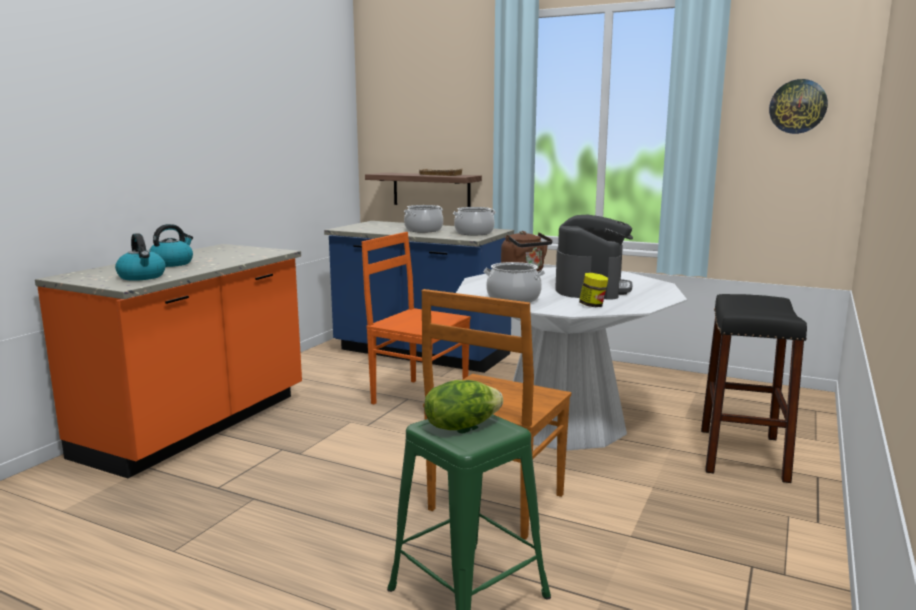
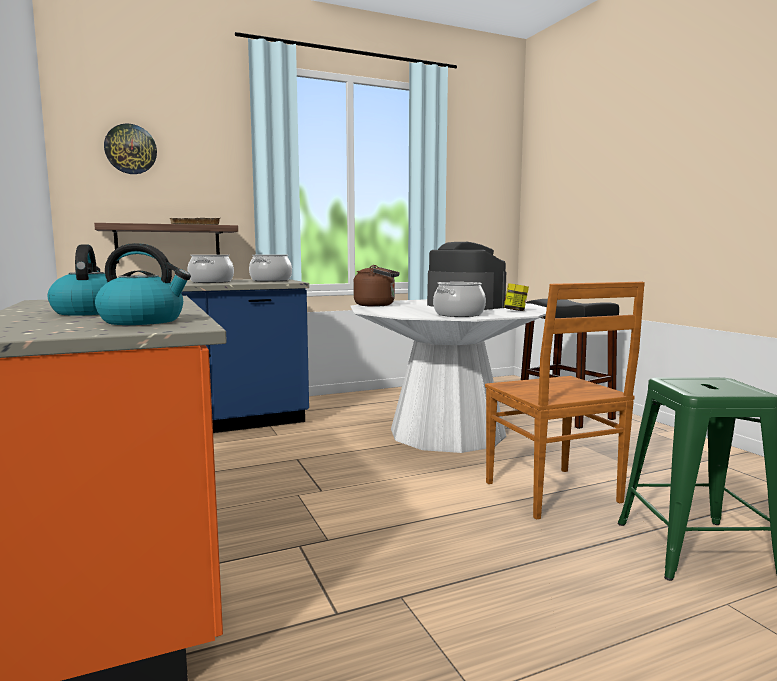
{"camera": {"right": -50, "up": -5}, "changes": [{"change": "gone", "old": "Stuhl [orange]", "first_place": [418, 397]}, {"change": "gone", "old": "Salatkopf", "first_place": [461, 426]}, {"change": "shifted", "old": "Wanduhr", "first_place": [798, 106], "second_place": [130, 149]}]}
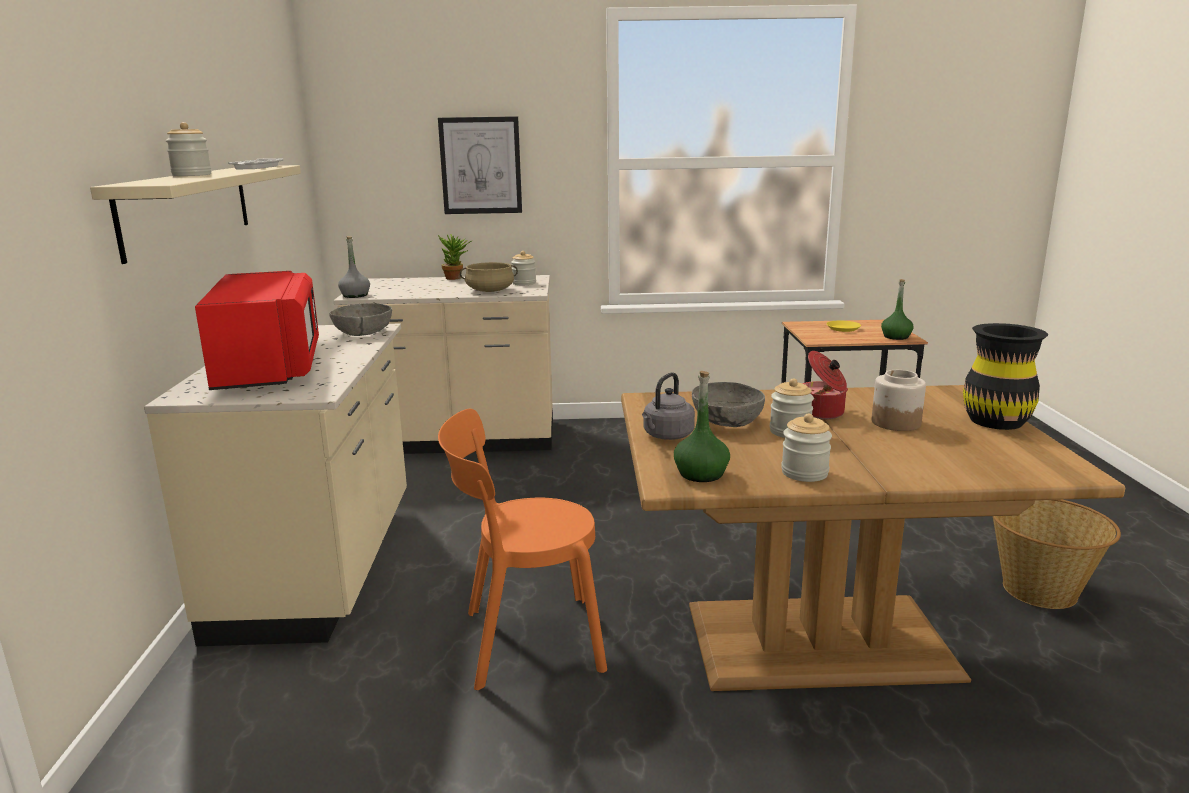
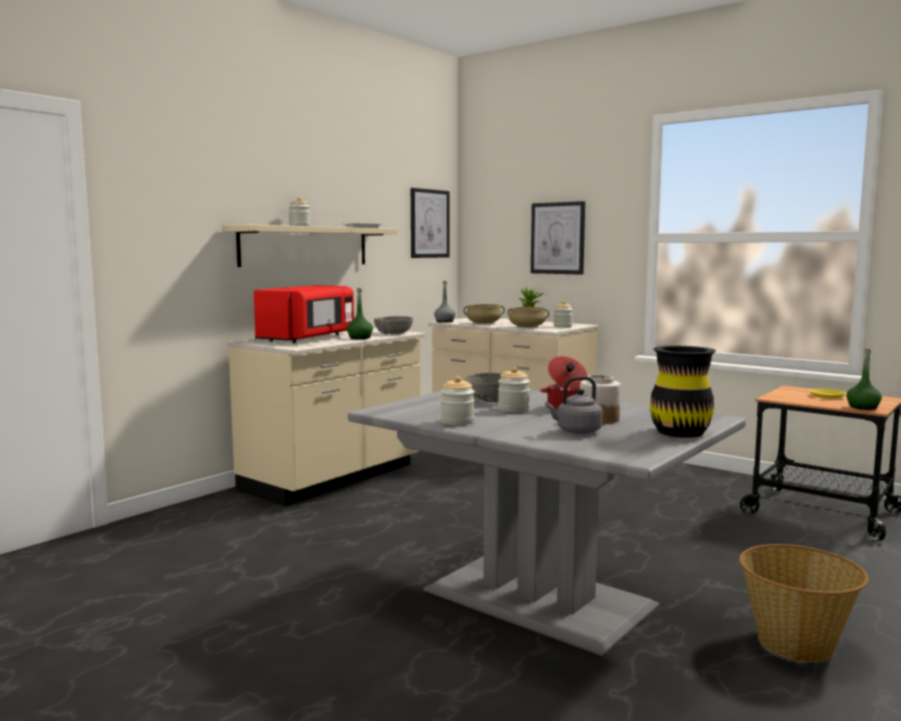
{"camera": {"right": 40, "up": -10}, "changes": [{"change": "gone", "old": "Stuhl [orange]", "first_place": [524, 641]}, {"change": "repainted", "old": "Esstisch [braun]", "new": "Esstisch [grau]", "first_place": [817, 639], "second_place": [539, 597]}, {"change": "shifted", "old": "Wasserkessel [grau]", "first_place": [666, 436], "second_place": [576, 431]}, {"change": "shifted", "old": "Flasche [grün]", "first_place": [701, 474], "second_place": [360, 338]}, {"change": "new", "new": "Bild", "second_place": [429, 223]}, {"change": "new", "new": "Kochtopf [beige]", "second_place": [483, 323]}]}
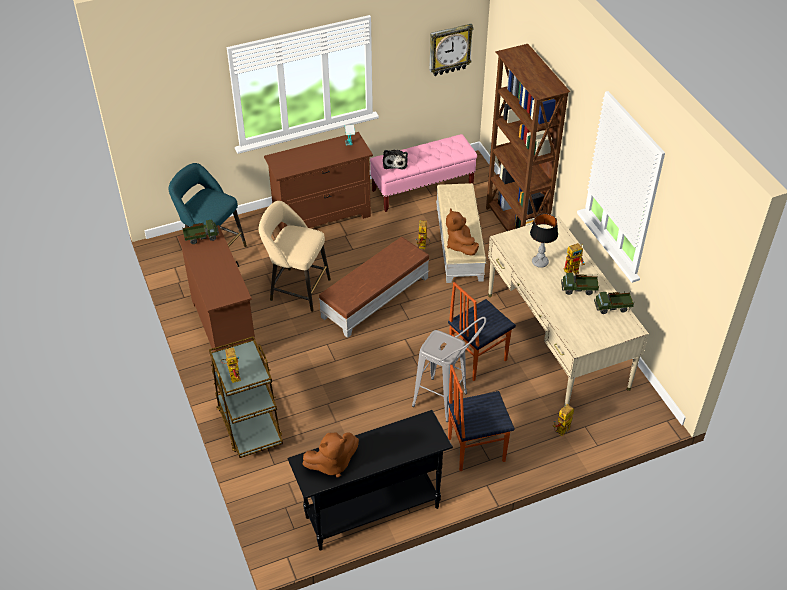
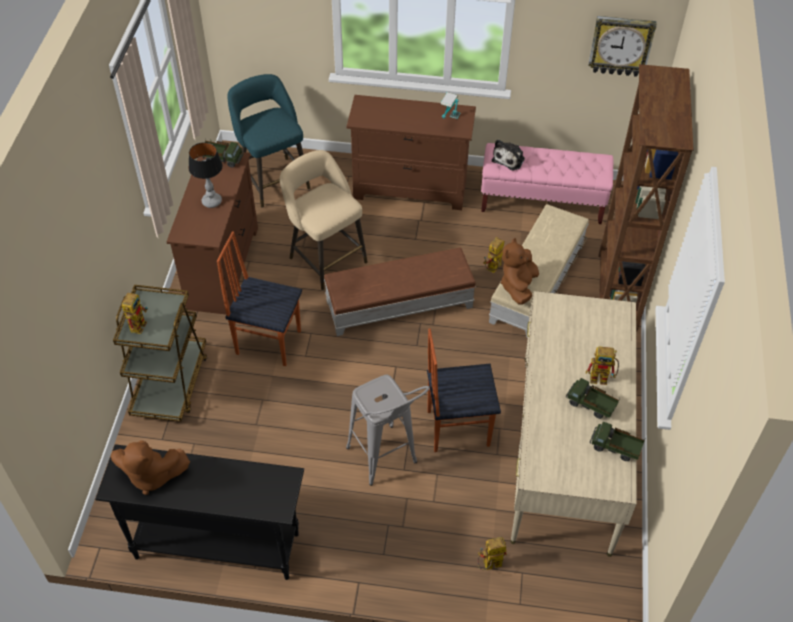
{"camera": {"right": 30, "up": 5}, "changes": [{"change": "shifted", "old": "Stuhl", "first_place": [475, 449], "second_place": [268, 341]}, {"change": "shifted", "old": "Tischlampe", "first_place": [539, 262], "second_place": [211, 201]}]}
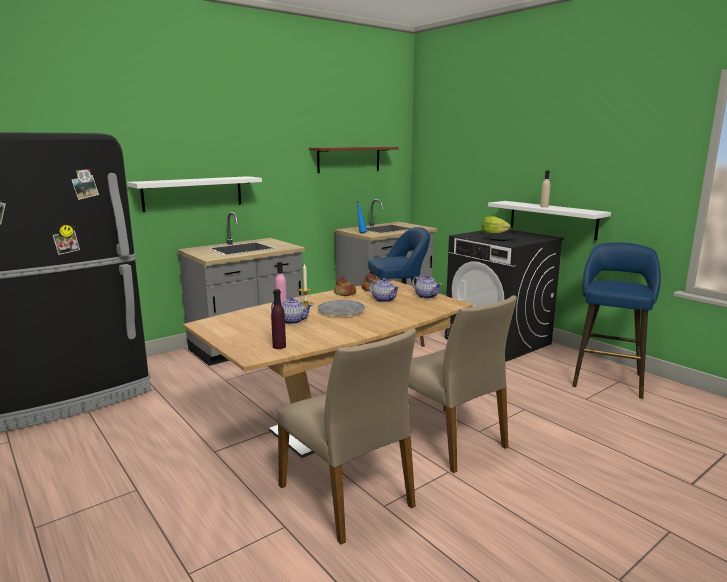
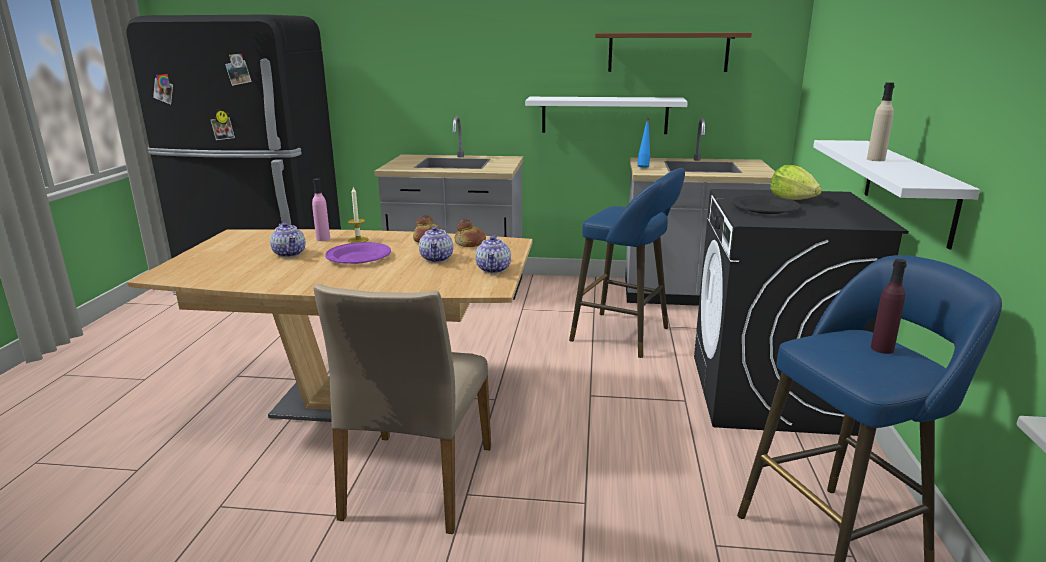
{"camera": {"right": 45, "up": 5}, "changes": [{"change": "shifted", "old": "Wandregal [weiß]", "first_place": [193, 193], "second_place": [604, 115]}, {"change": "shifted", "old": "Flasche [lila]", "first_place": [279, 346], "second_place": [882, 349]}, {"change": "gone", "old": "Stuhl [beige]", "first_place": [348, 496]}, {"change": "repainted", "old": "Teller [grau]", "new": "Teller [lila]", "first_place": [341, 311], "second_place": [359, 257]}]}
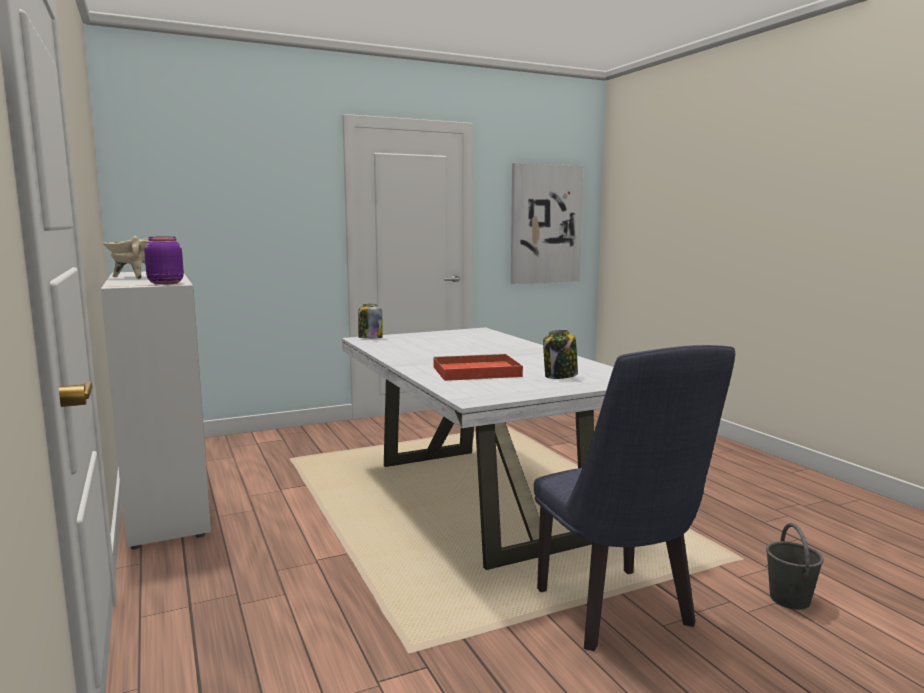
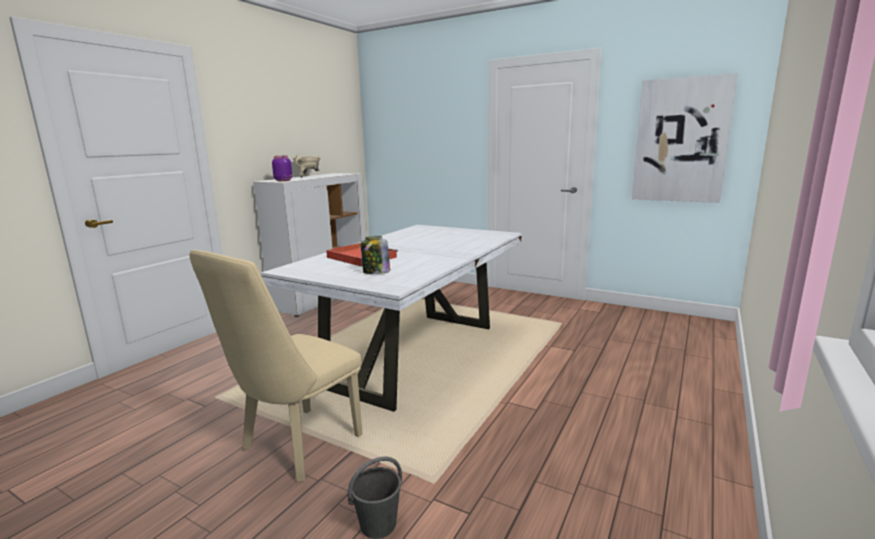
{"camera": {"right": 55, "up": 5}, "changes": [{"change": "gone", "old": "Vorratsglas", "first_place": [370, 338]}, {"change": "repainted", "old": "Stuhl [blau]", "new": "Stuhl [beige]", "first_place": [620, 614], "second_place": [295, 447]}]}
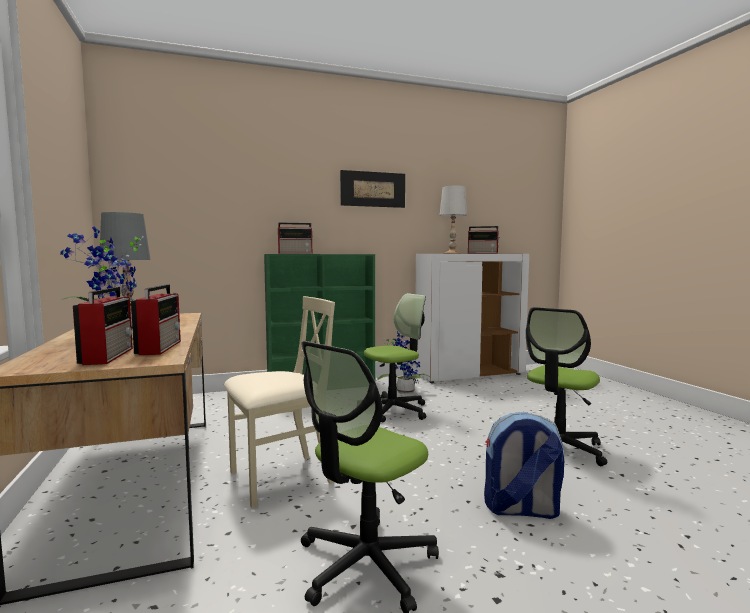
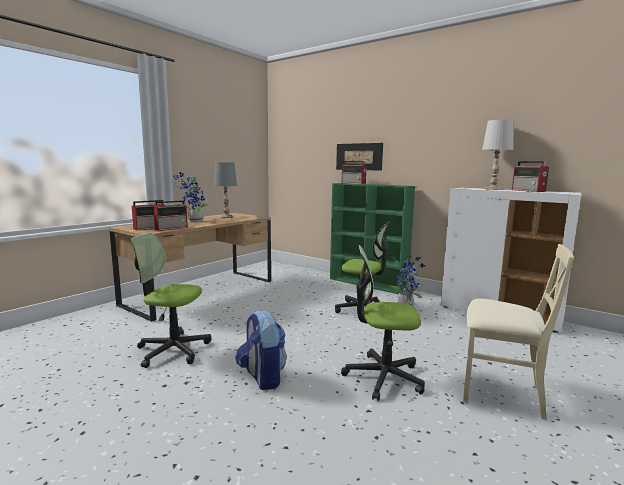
{"camera": {"right": 55, "up": 5}, "changes": [{"change": "shifted", "old": "Stuhl [beige]", "first_place": [280, 479], "second_place": [500, 392]}, {"change": "shifted", "old": "Bild", "first_place": [373, 189], "second_place": [359, 156]}]}
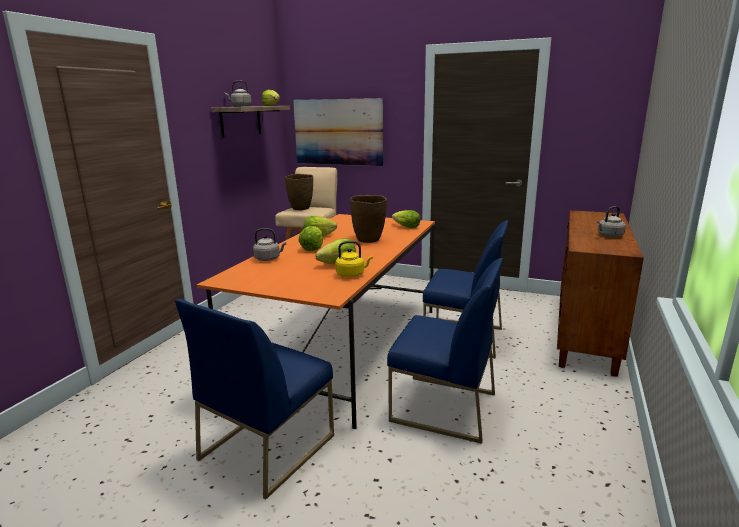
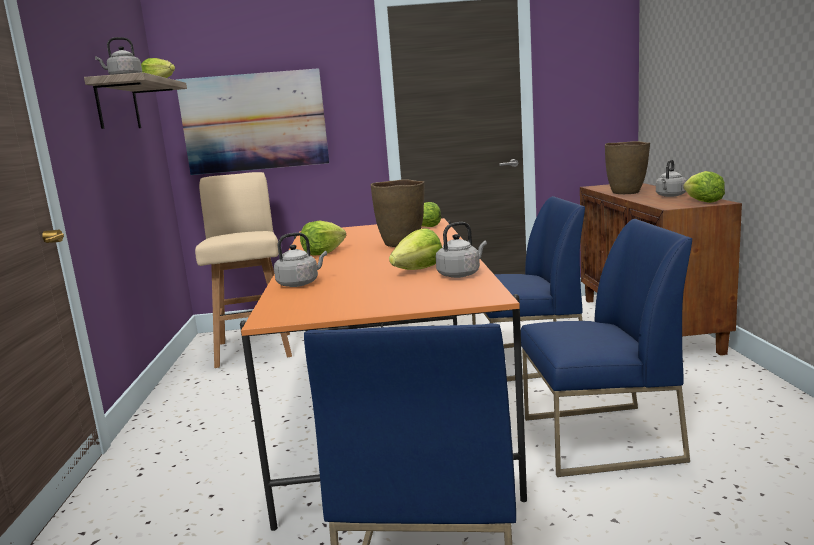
{"camera": {"right": -25, "up": -5}, "changes": [{"change": "shifted", "old": "Vase [braun]", "first_place": [301, 208], "second_place": [626, 192]}, {"change": "shifted", "old": "Salatkopf", "first_place": [313, 248], "second_place": [702, 201]}, {"change": "repainted", "old": "Wasserkessel [gelb]", "new": "Wasserkessel [grau]", "first_place": [352, 274], "second_place": [460, 274]}]}
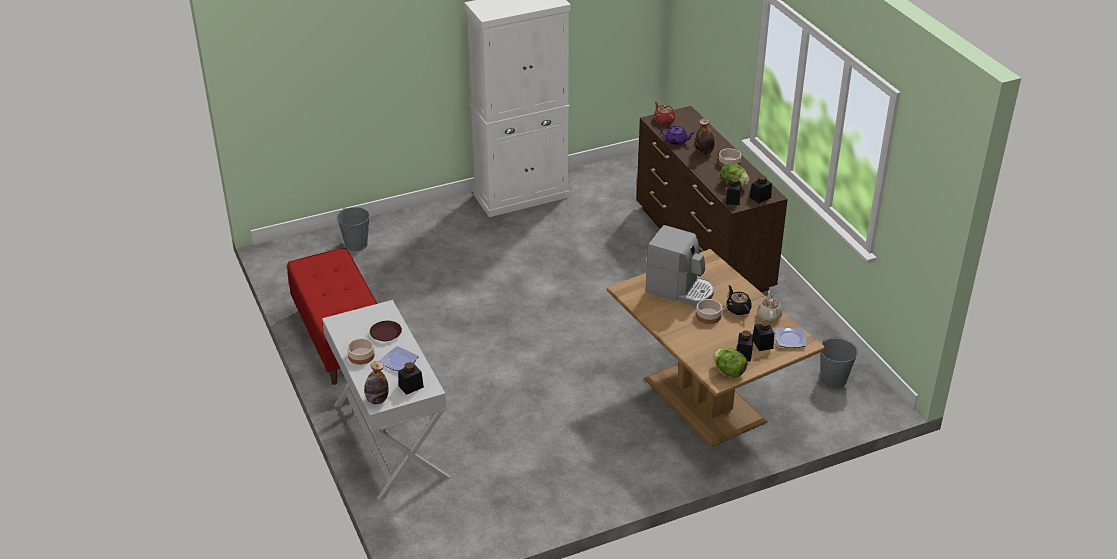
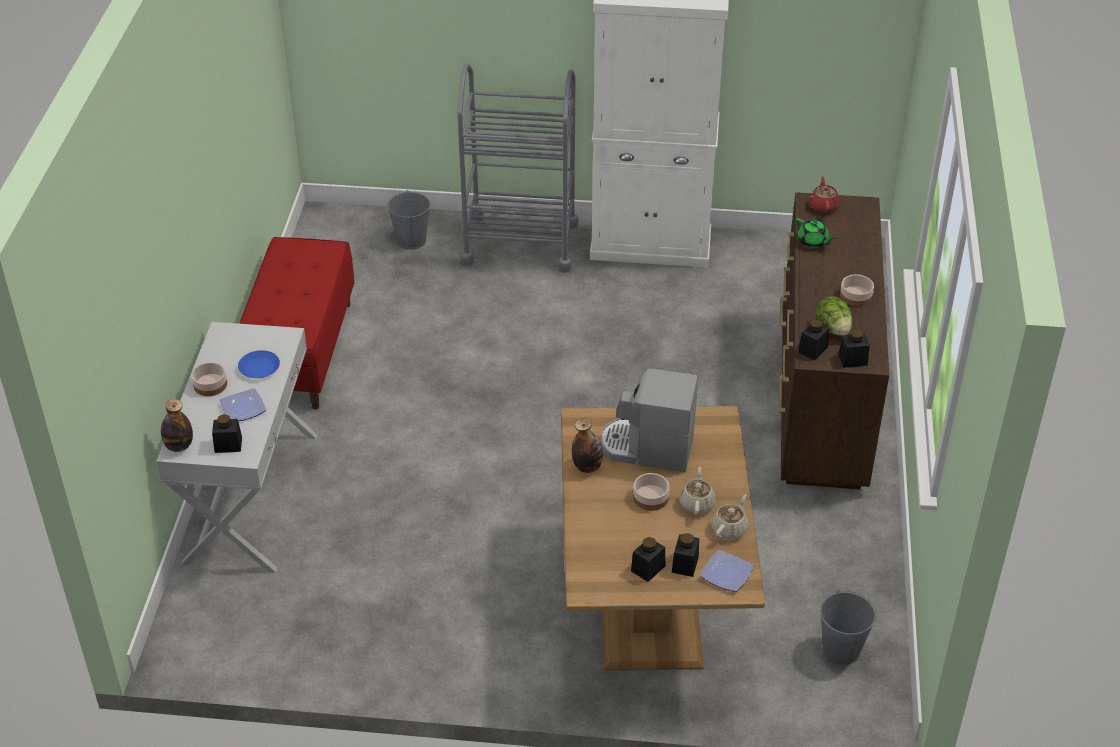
{"camera": {"right": 30, "up": 5}, "changes": [{"change": "repainted", "old": "Teller [braun]", "new": "Teller [blau]", "first_place": [385, 333], "second_place": [259, 368]}, {"change": "rotated", "old": "Kaffeemaschine", "first_place": [680, 290], "second_place": [647, 448], "degrees": 135}, {"change": "repainted", "old": "Teekanne [lila]", "new": "Teekanne [grün]", "first_place": [676, 141], "second_place": [813, 242]}, {"change": "shifted", "old": "Flasche", "first_place": [704, 152], "second_place": [587, 467]}, {"change": "gone", "old": "Salatkopf", "first_place": [729, 371]}, {"change": "repainted", "old": "Teekanne [schwarz]", "new": "Teekanne [beige]", "first_place": [738, 309], "second_place": [697, 503]}, {"change": "new", "new": "Rollwagen [grau]", "second_place": [520, 243]}]}
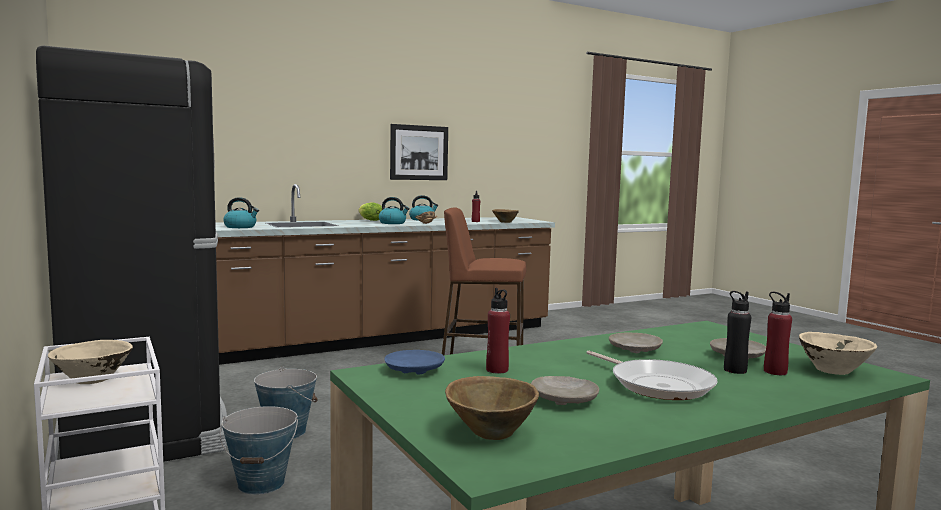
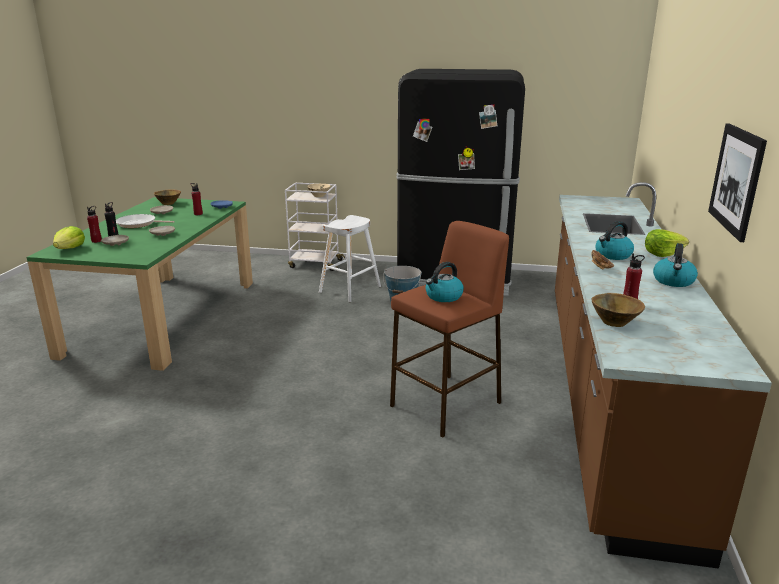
{"camera": {"right": 130, "up": 15}, "changes": [{"change": "swapped", "old": "Eimer", "new": "Hocker [weiß]", "first_place": [261, 483], "second_place": [350, 289]}, {"change": "shifted", "old": "Wasserkessel", "first_place": [241, 227], "second_place": [443, 297]}, {"change": "swapped", "old": "Schüssel [beige]", "new": "Salatkopf", "first_place": [834, 371], "second_place": [70, 248]}]}
